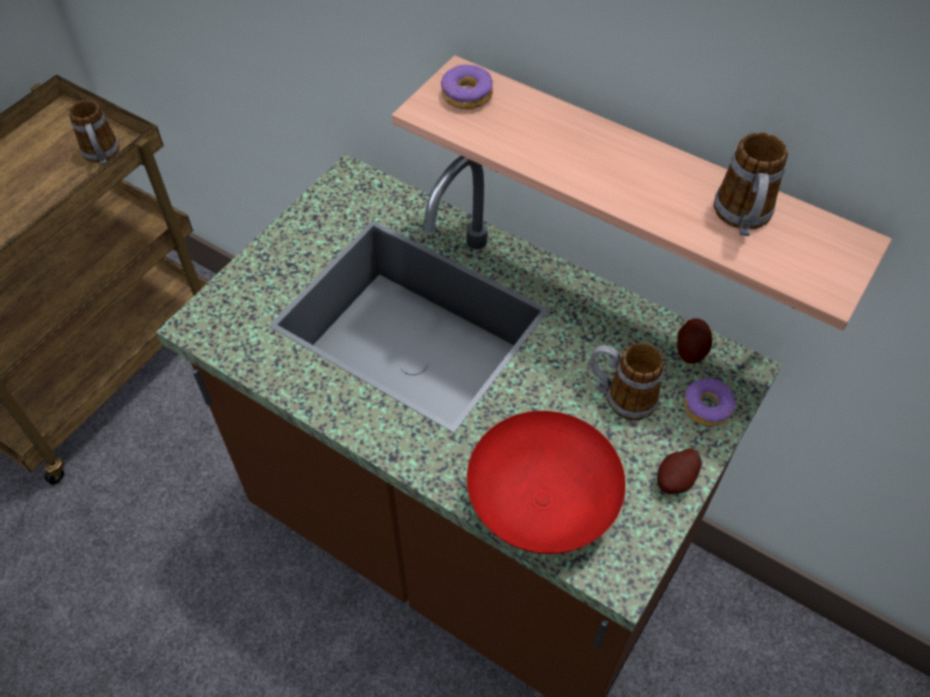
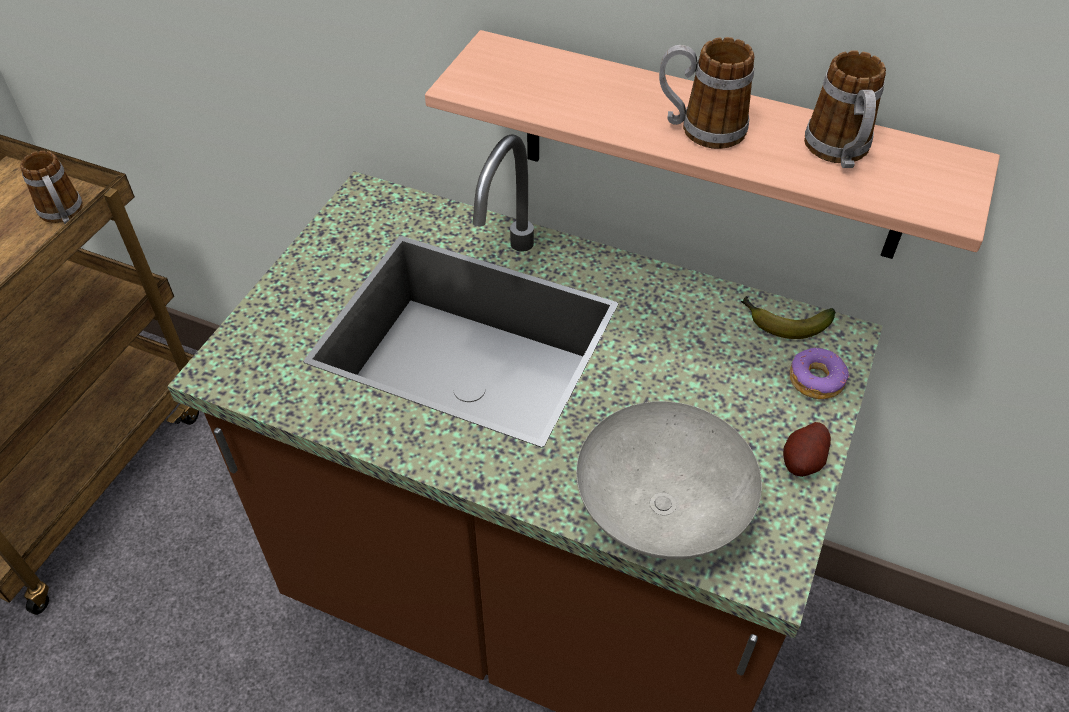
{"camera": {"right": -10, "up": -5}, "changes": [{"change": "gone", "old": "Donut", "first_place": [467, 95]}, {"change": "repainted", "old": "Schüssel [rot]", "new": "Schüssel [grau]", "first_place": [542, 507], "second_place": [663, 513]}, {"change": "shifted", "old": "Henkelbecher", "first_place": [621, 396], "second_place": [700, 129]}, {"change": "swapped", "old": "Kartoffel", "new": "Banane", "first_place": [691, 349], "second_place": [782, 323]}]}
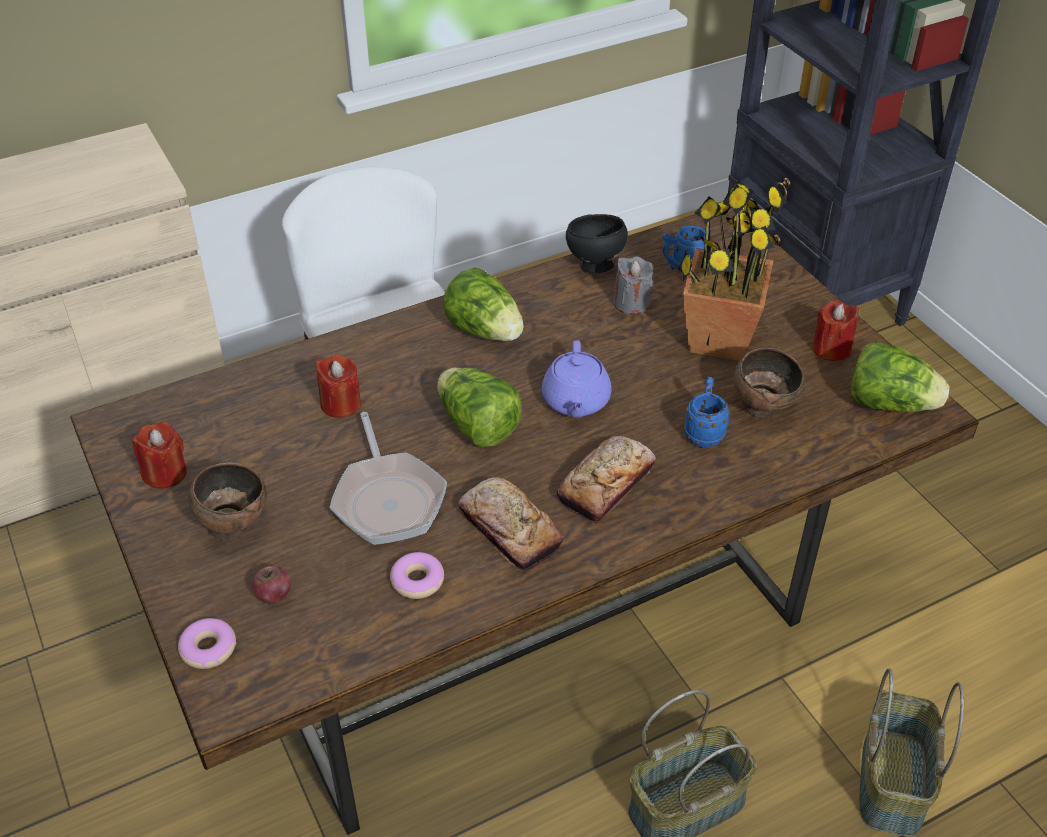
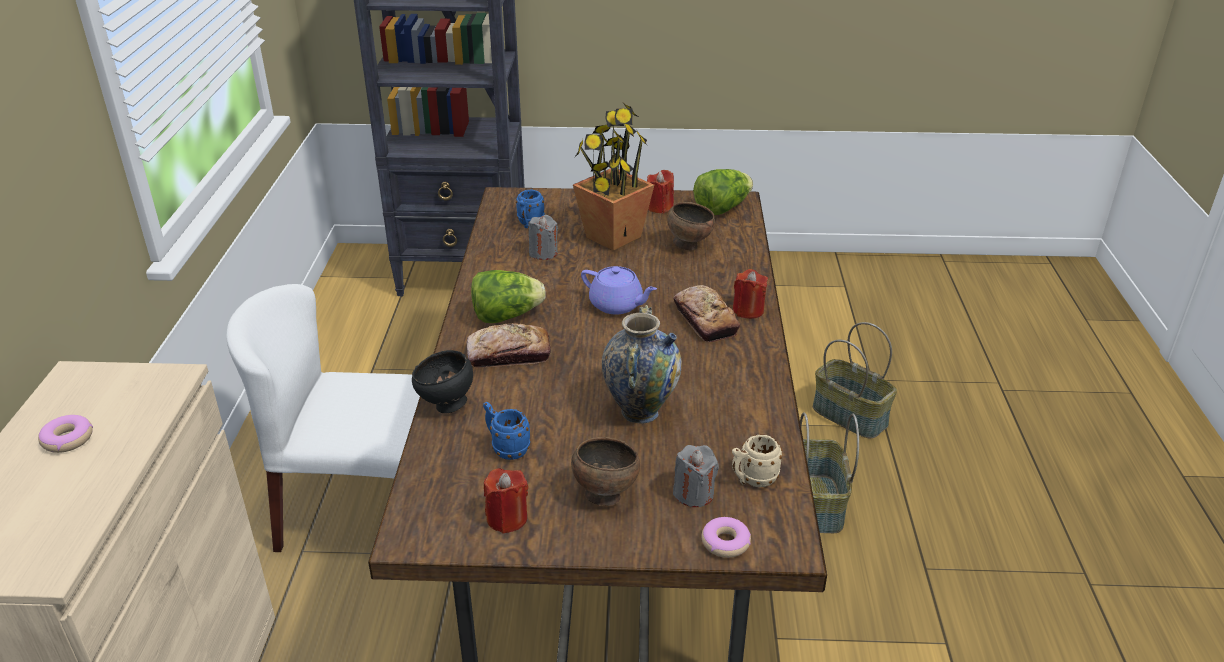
{"camera": {"right": -60, "up": -10}, "changes": [{"change": "swapped", "old": "Apfel", "new": "Kerze [grau]", "first_place": [273, 594], "second_place": [694, 493]}, {"change": "shifted", "old": "Kerze [rot]", "first_place": [340, 404], "second_place": [748, 310]}, {"change": "swapped", "old": "Pfanne", "new": "Vase", "first_place": [388, 499], "second_place": [640, 411]}, {"change": "shifted", "old": "Donut", "first_place": [417, 581], "second_place": [68, 439]}, {"change": "gone", "old": "Salatkopf", "first_place": [477, 427]}, {"change": "shifted", "old": "Brot", "first_place": [509, 530], "second_place": [509, 354]}, {"change": "shifted", "old": "Schüssel [schwarz]", "first_place": [594, 266], "second_place": [446, 406]}, {"change": "shifted", "old": "Henkelbecher [blau]", "first_place": [704, 432], "second_place": [506, 448]}, {"change": "new", "new": "Henkelbecher [beige]", "second_place": [752, 479]}]}
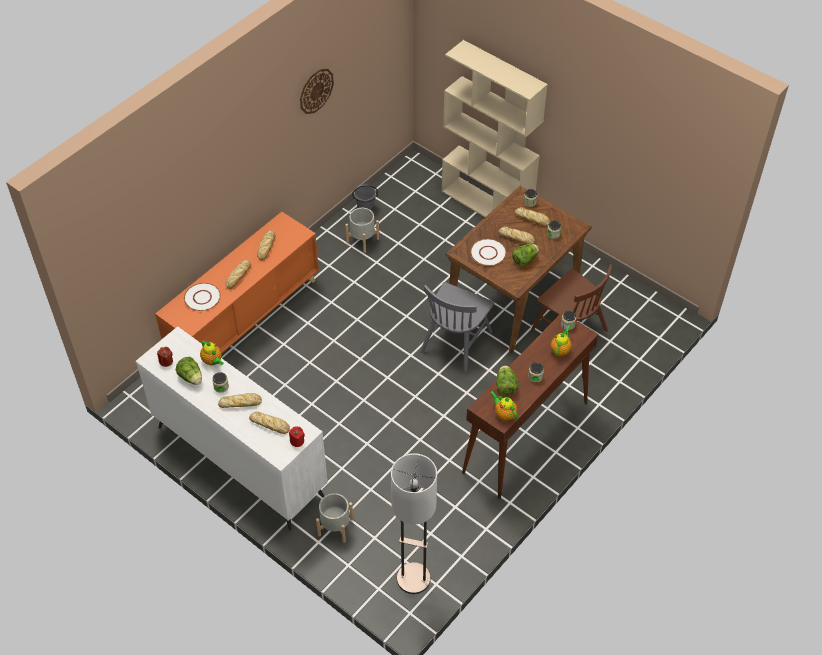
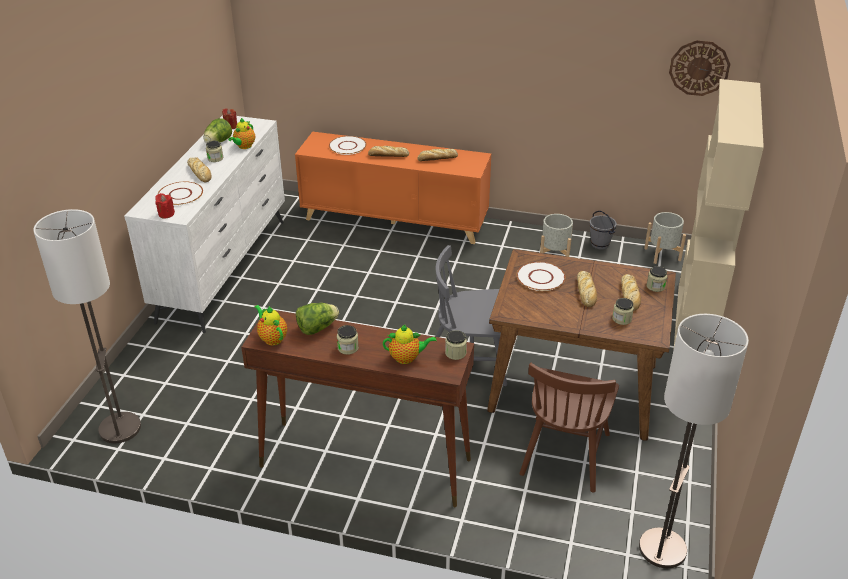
{"camera": {"right": 65, "up": -15}, "changes": [{"change": "swapped", "old": "Brot", "new": "Teller [weiß]", "first_place": [270, 424], "second_place": [180, 195]}, {"change": "shifted", "old": "Wanduhr", "first_place": [316, 90], "second_place": [699, 68]}, {"change": "shifted", "old": "Pflanzkübel [grau]", "first_place": [335, 527], "second_place": [662, 254]}, {"change": "rotated", "old": "Teekanne", "first_place": [504, 414], "second_place": [272, 338], "degrees": -60}, {"change": "gone", "old": "Salatkopf", "first_place": [524, 260]}, {"change": "new", "new": "Stehlampe", "second_place": [662, 549]}]}
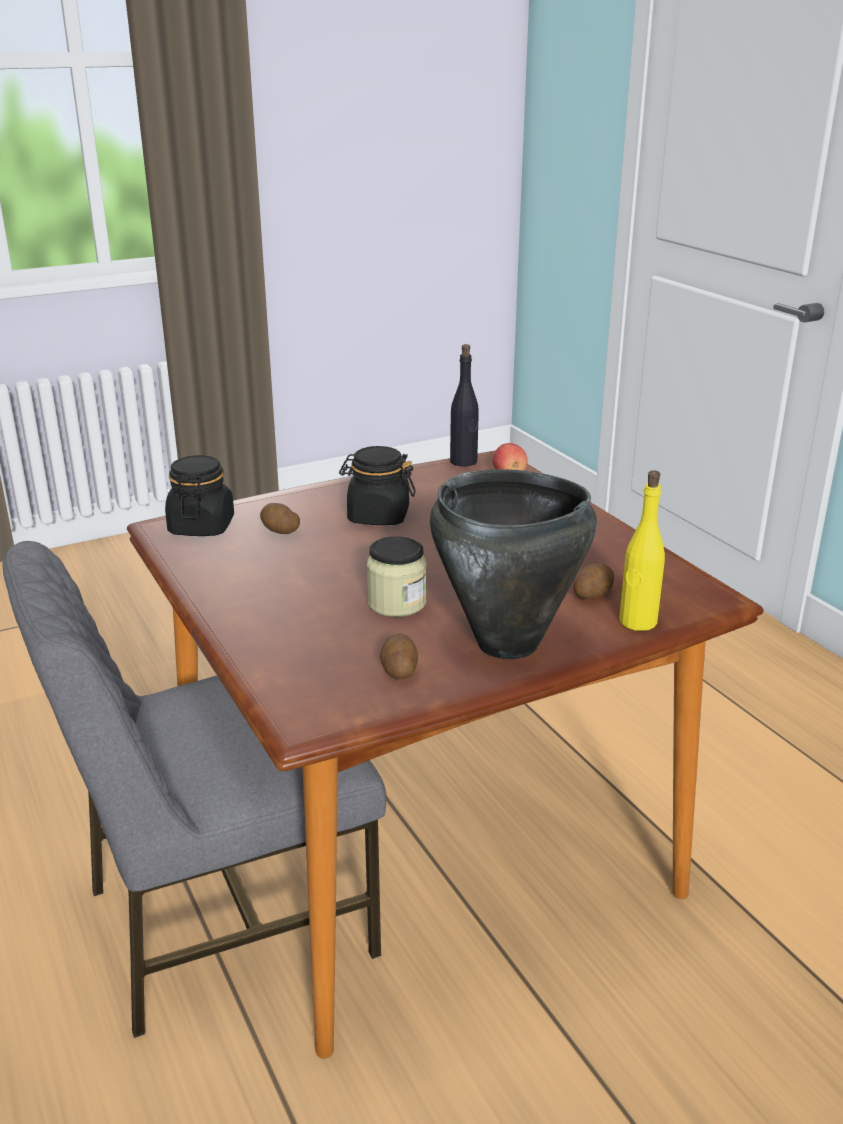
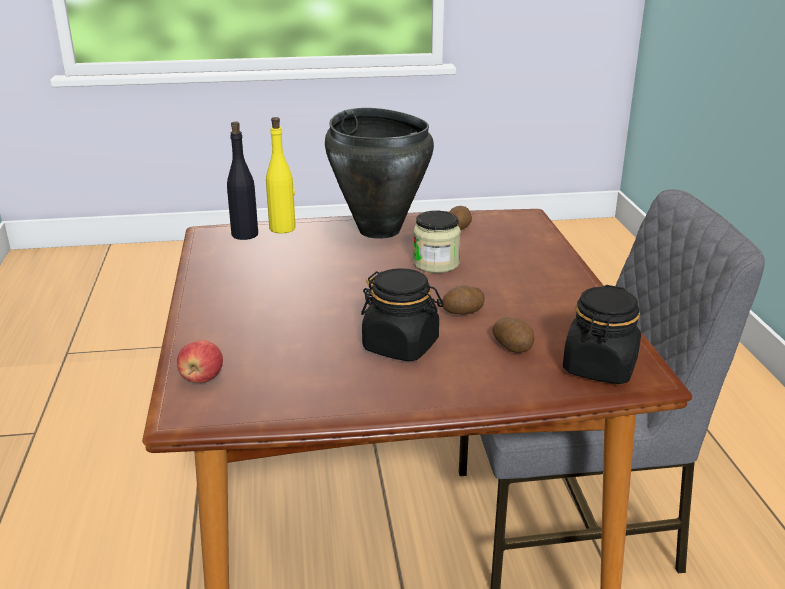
{"camera": {"right": -160, "up": 0}, "changes": [{"change": "shifted", "old": "Flasche [schwarz]", "first_place": [464, 461], "second_place": [245, 234]}, {"change": "shifted", "old": "Kartoffel", "first_place": [591, 594], "second_place": [463, 312]}]}
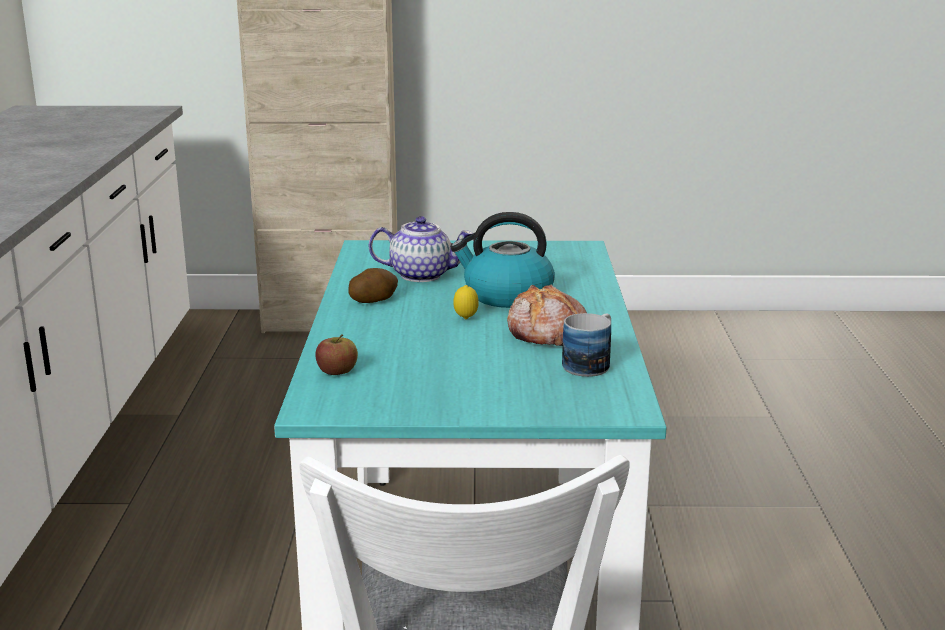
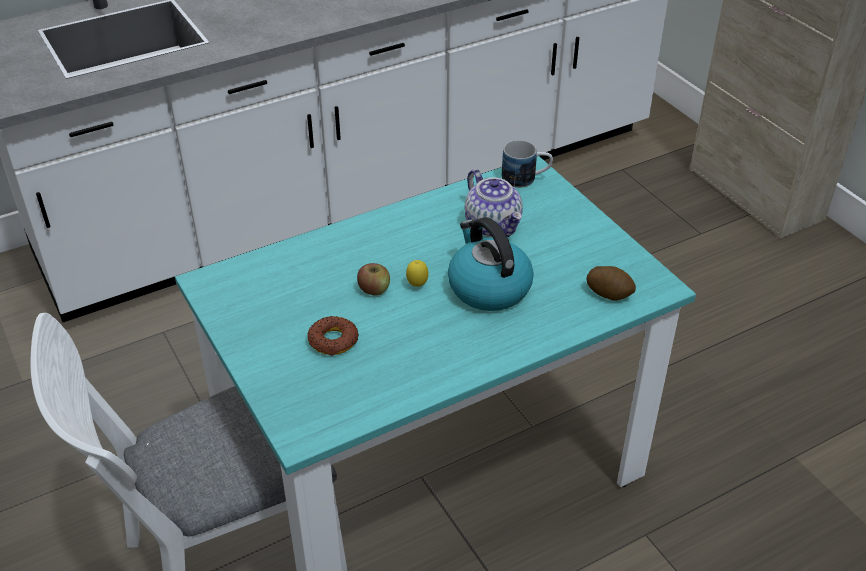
{"camera": {"right": 60, "up": 20}, "changes": [{"change": "shifted", "old": "Apfel", "first_place": [337, 371], "second_place": [374, 289]}, {"change": "shifted", "old": "Kartoffel", "first_place": [373, 300], "second_place": [609, 293]}, {"change": "gone", "old": "Brot", "first_place": [546, 333]}, {"change": "shifted", "old": "Henkelbecher", "first_place": [591, 363], "second_place": [526, 179]}, {"change": "new", "new": "Donut", "second_place": [333, 340]}]}
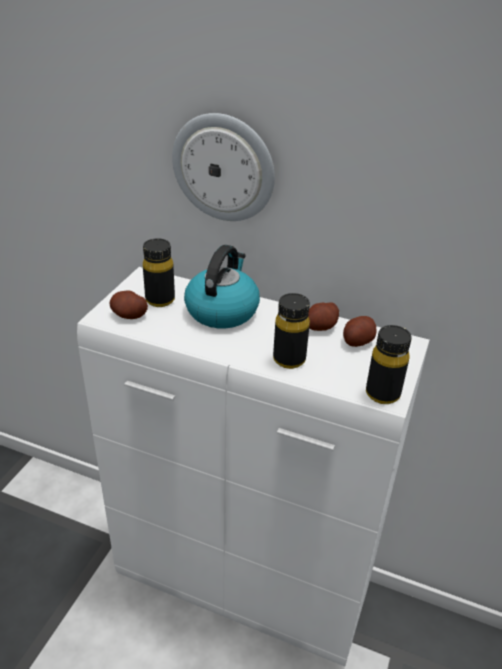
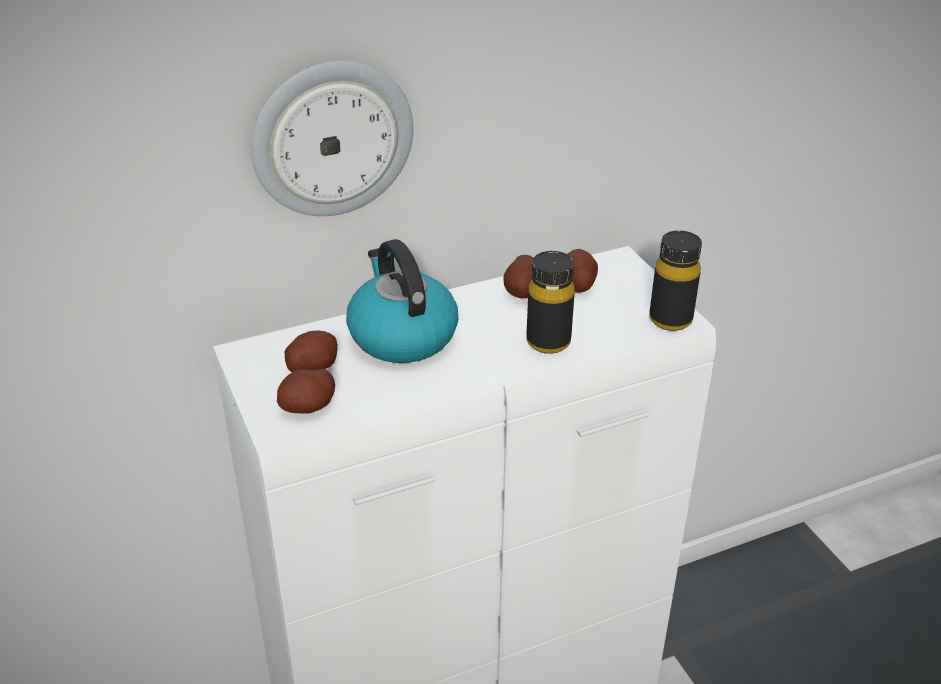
{"camera": {"right": -45, "up": 0}, "changes": [{"change": "swapped", "old": "Flasche [schwarz]", "new": "Kartoffel", "first_place": [160, 300], "second_place": [312, 367]}]}
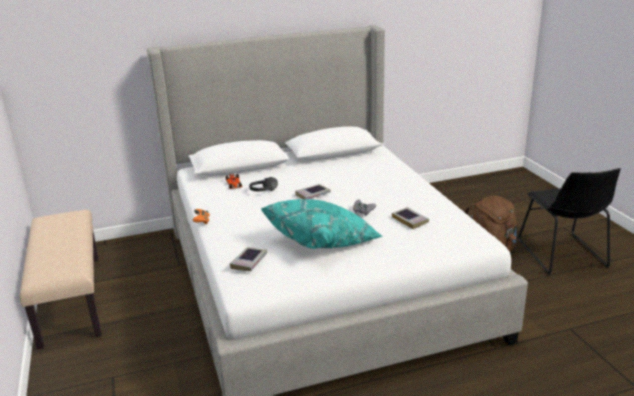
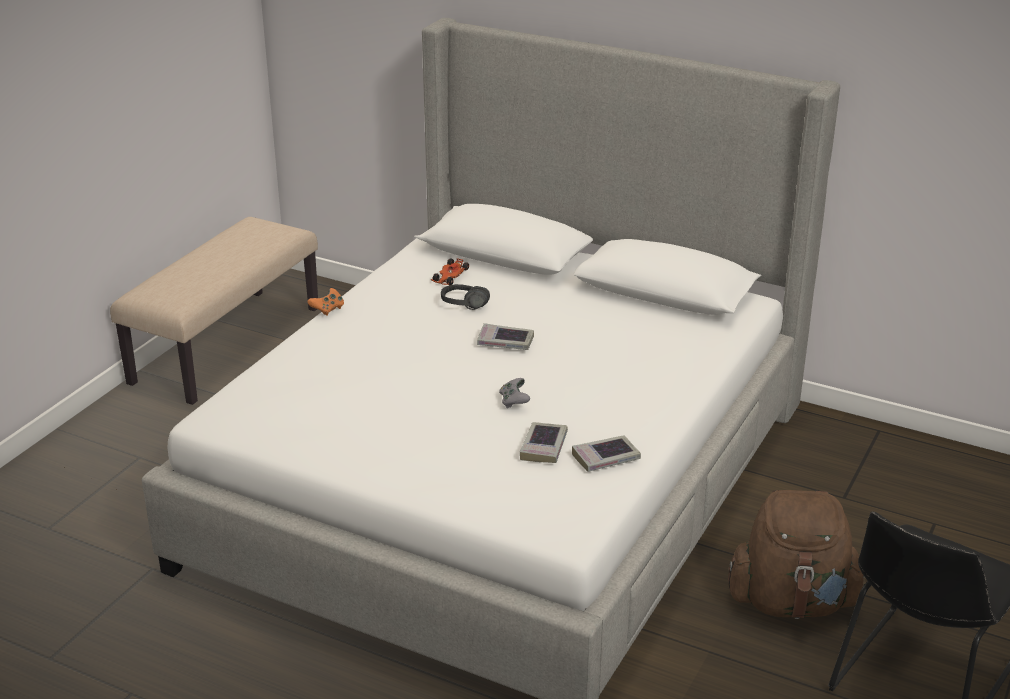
{"camera": {"right": 45, "up": 5}, "changes": [{"change": "shifted", "old": "Buch", "first_place": [249, 262], "second_place": [605, 458]}, {"change": "gone", "old": "Kissen [türkis]", "first_place": [323, 241]}]}
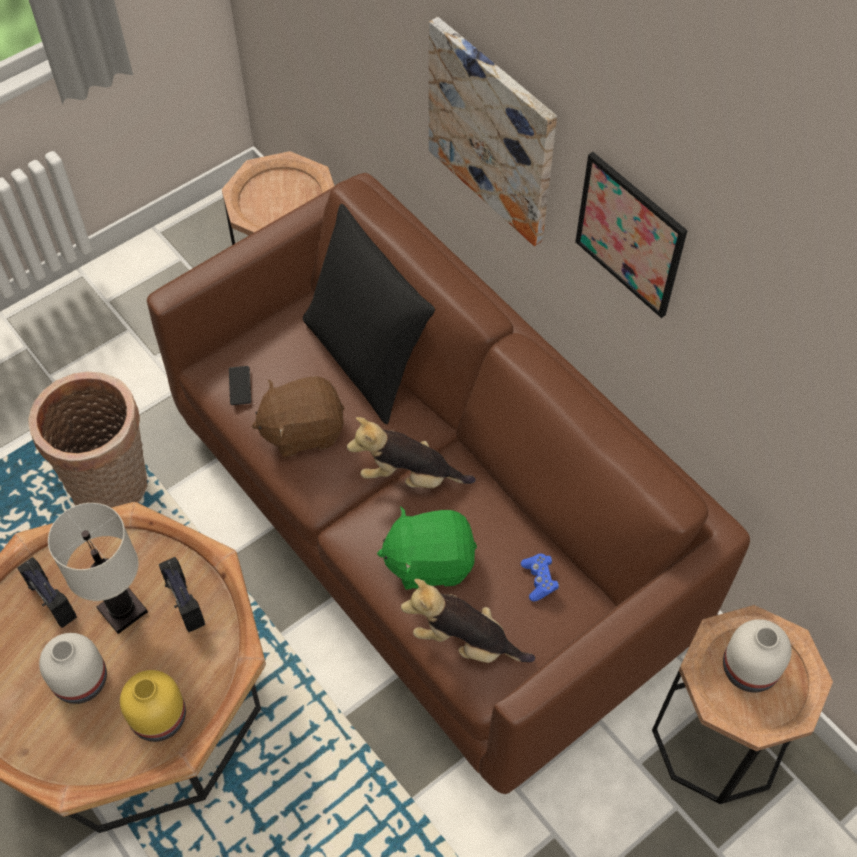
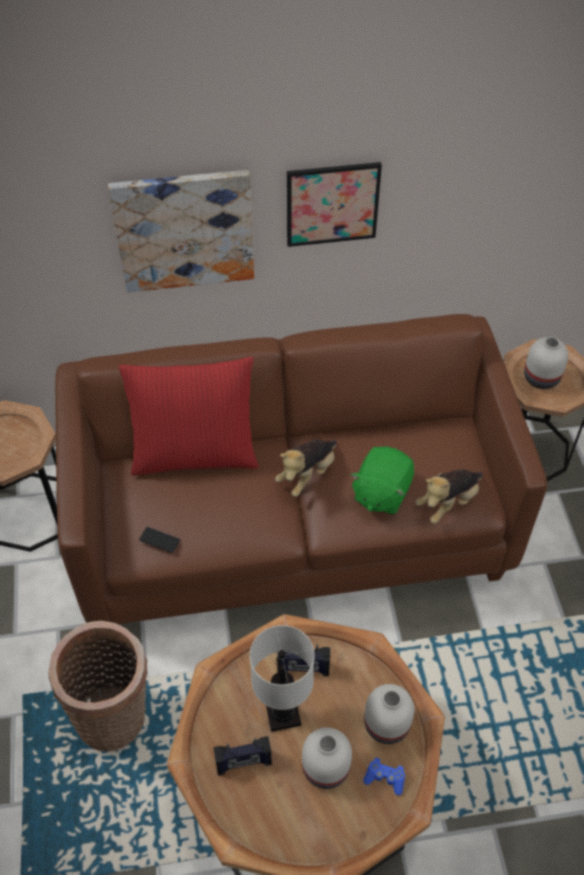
{"camera": {"right": -60, "up": -5}, "changes": [{"change": "repainted", "old": "Vase [gelb]", "new": "Vase [weiß]", "first_place": [161, 717], "second_place": [386, 723]}, {"change": "gone", "old": "Plüschtier [braun]", "first_place": [302, 430]}, {"change": "repainted", "old": "Kissen [schwarz]", "new": "Kissen [rot]", "first_place": [367, 358], "second_place": [195, 454]}, {"change": "shifted", "old": "Gamepad [blau]", "first_place": [539, 580], "second_place": [385, 778]}]}
